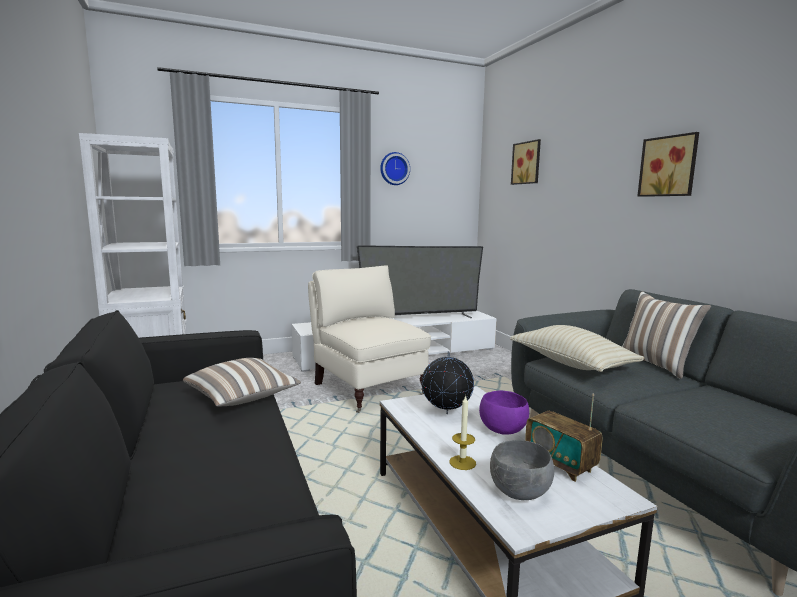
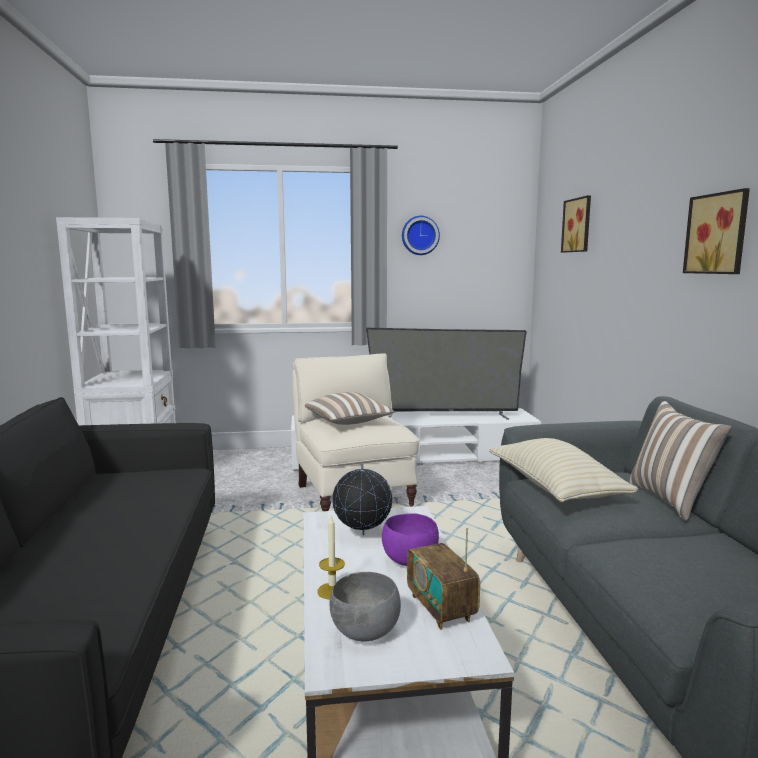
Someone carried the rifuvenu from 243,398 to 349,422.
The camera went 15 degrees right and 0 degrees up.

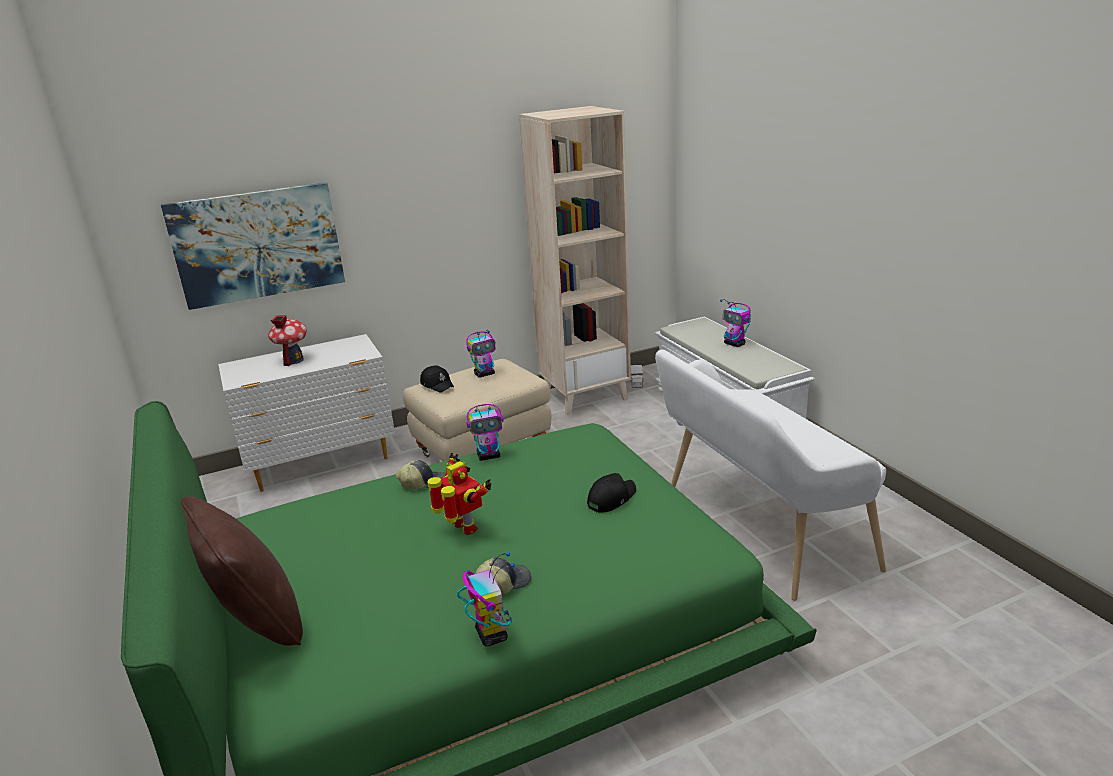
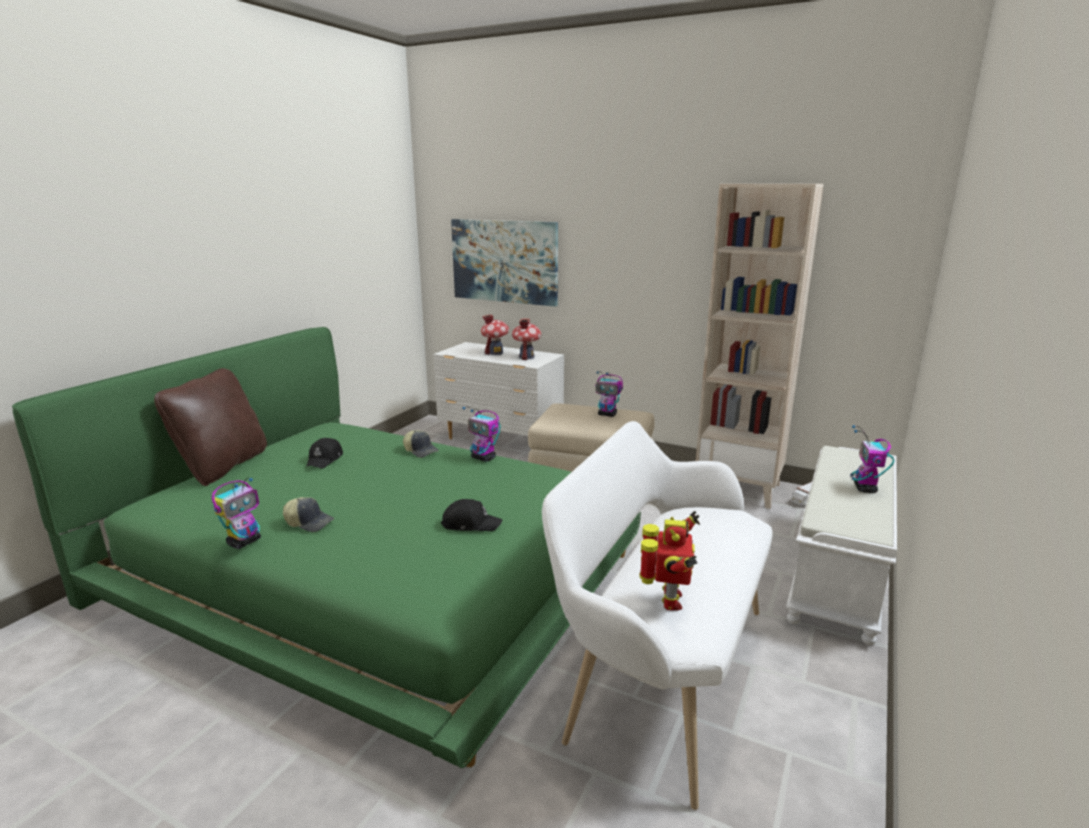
Someone carried the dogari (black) from 437,384 to 325,459.
Someone put down the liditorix at 526,357.
Someone carried the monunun from 463,529 to 668,601.
The camera went 50 degrees right and 5 degrees down.

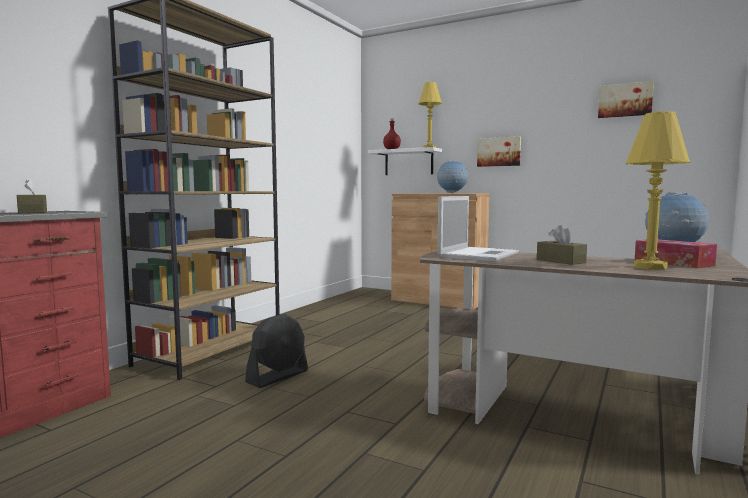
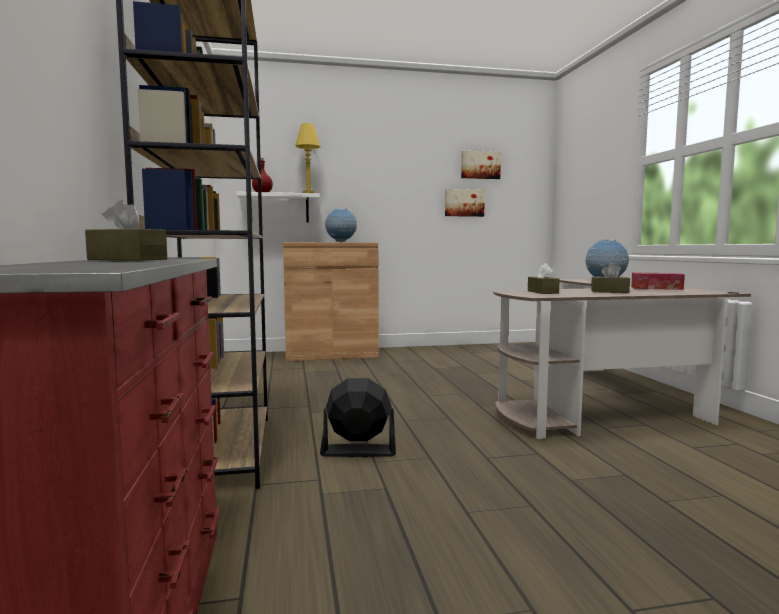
Someone rotated the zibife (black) at 278,376 by 90 degrees counterclockwise.
Someone carried the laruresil from 499,152 to 464,203.
Someone swapped the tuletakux at 479,255 for the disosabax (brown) at 542,292.
Someone took away the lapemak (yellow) at 650,267.
The camera went 40 degrees left and 0 degrees up.

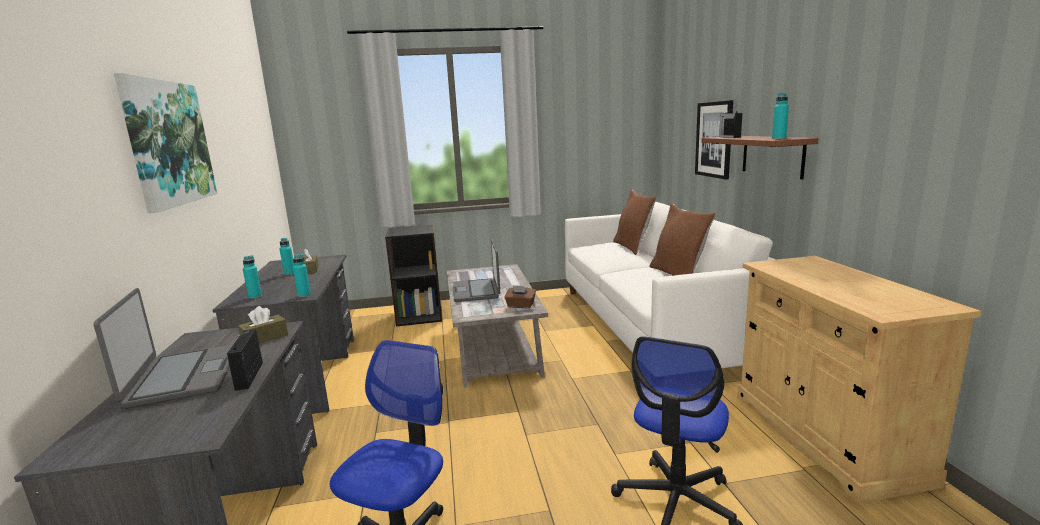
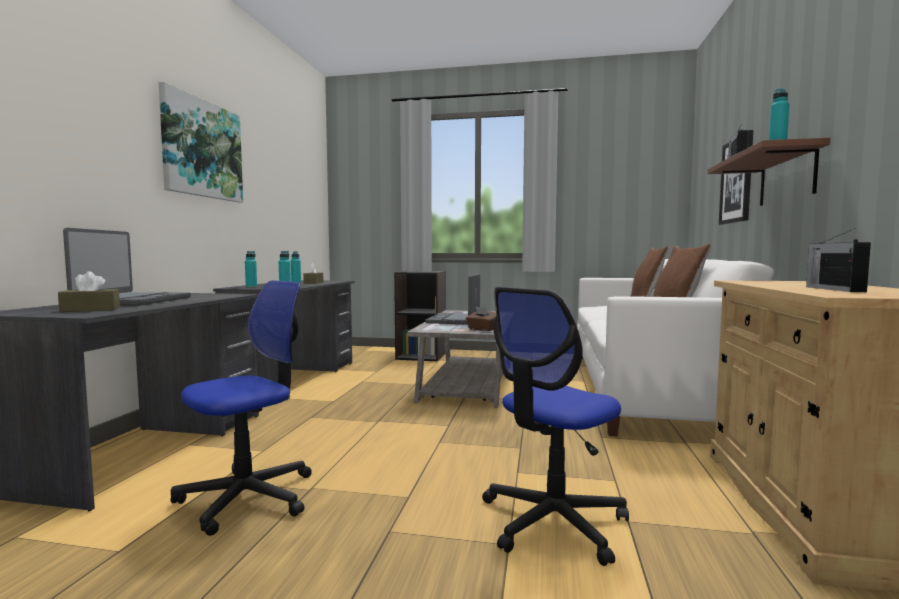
Someone carried the disosabax (brown) from 264,338 to 90,310.
Someone carried the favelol from 250,375 to 833,289.
The camera went 20 degrees right and 10 degrees down.

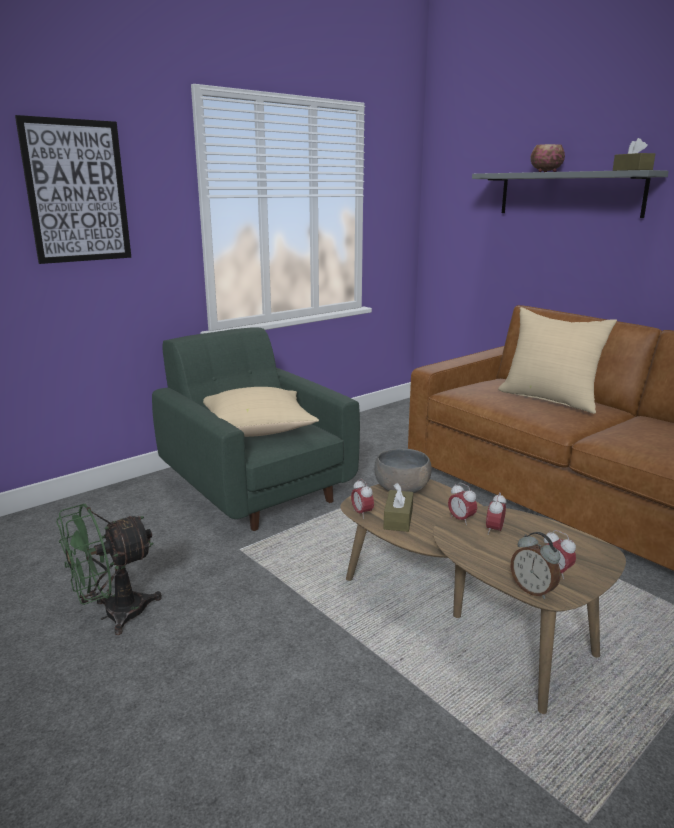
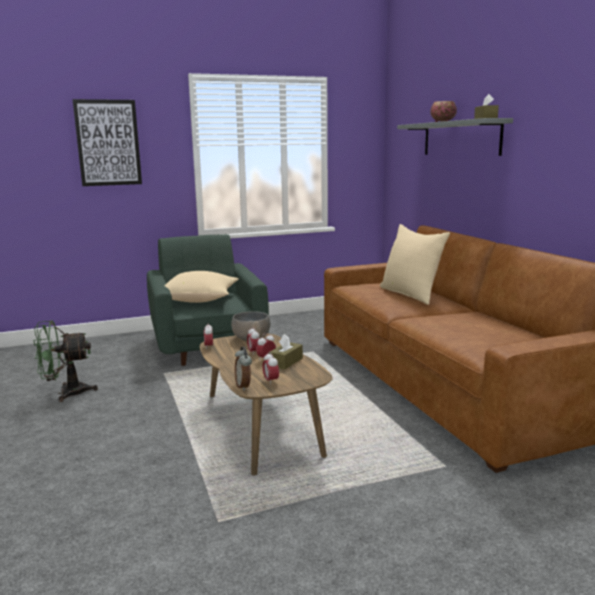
Someone carried the disosabax (brown) from 398,519 to 286,362.
The camera went 20 degrees right and 5 degrees down.

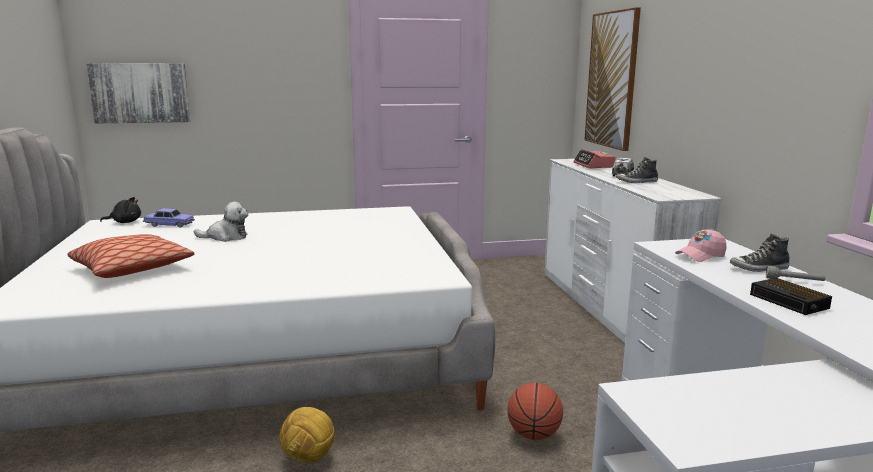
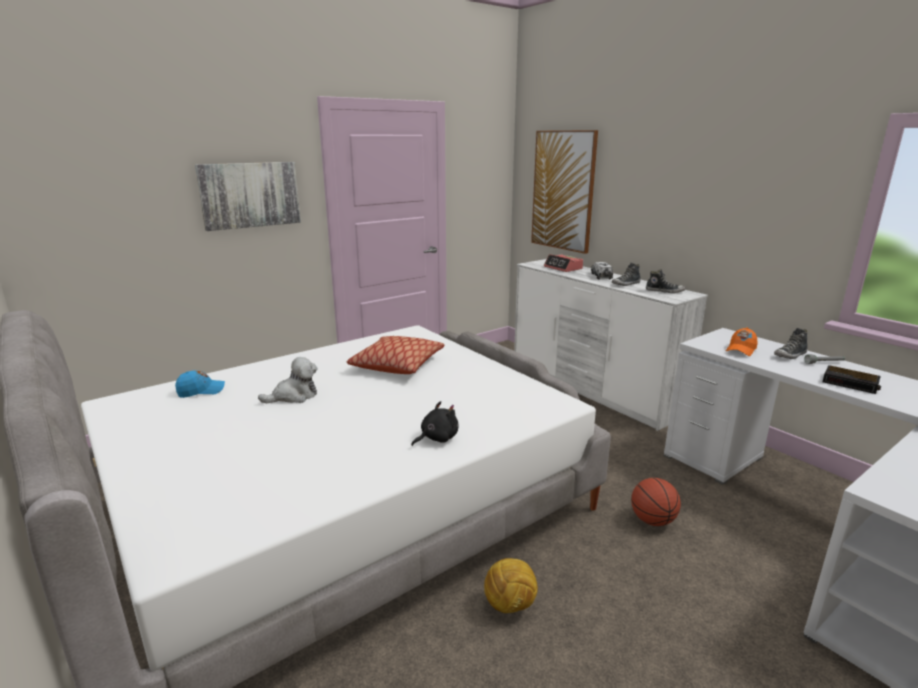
Someone swapped the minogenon at 169,225 for the dogari (blue) at 201,391.
Someone carried the laruresil from 140,93 to 250,195.
Someone carried the rifuvenu from 132,268 to 397,365.
Someone carried the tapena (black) from 125,222 to 437,438.
Someone put down the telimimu at 664,291.
Someone repainted the dogari (pink) at 700,256, which became the dogari (orange) at 741,350.
The camera went 25 degrees left and 5 degrees up.

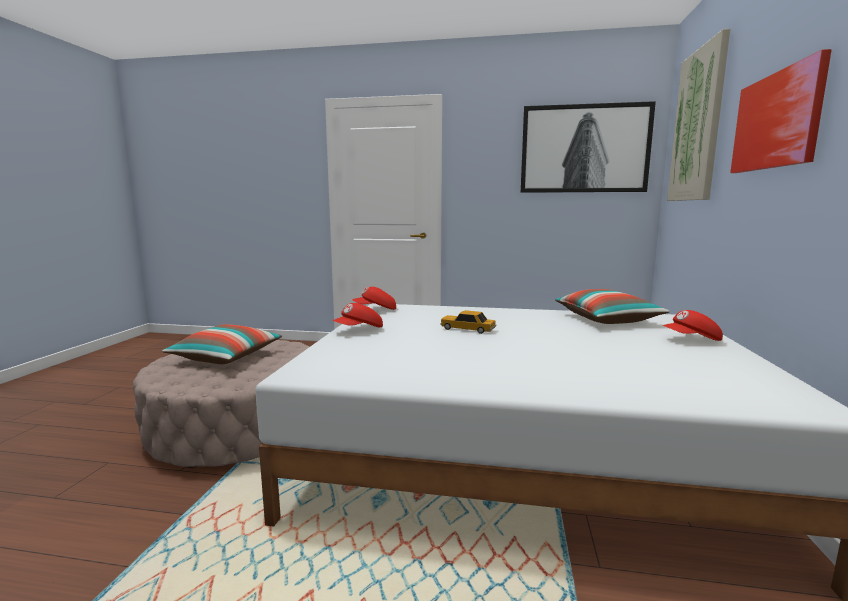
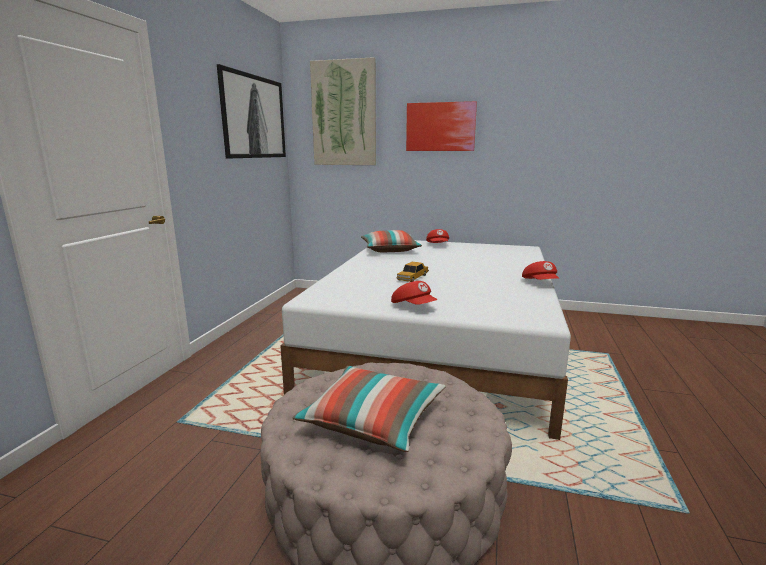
Someone carried the dogari (red) from 375,310 to 540,283.
The camera went 85 degrees left and 5 degrees up.

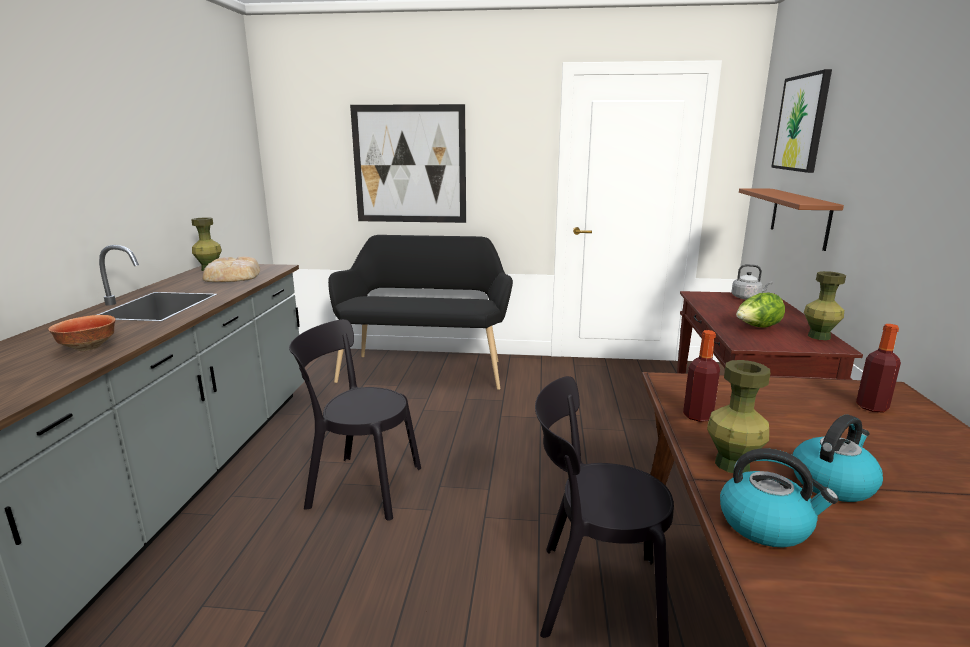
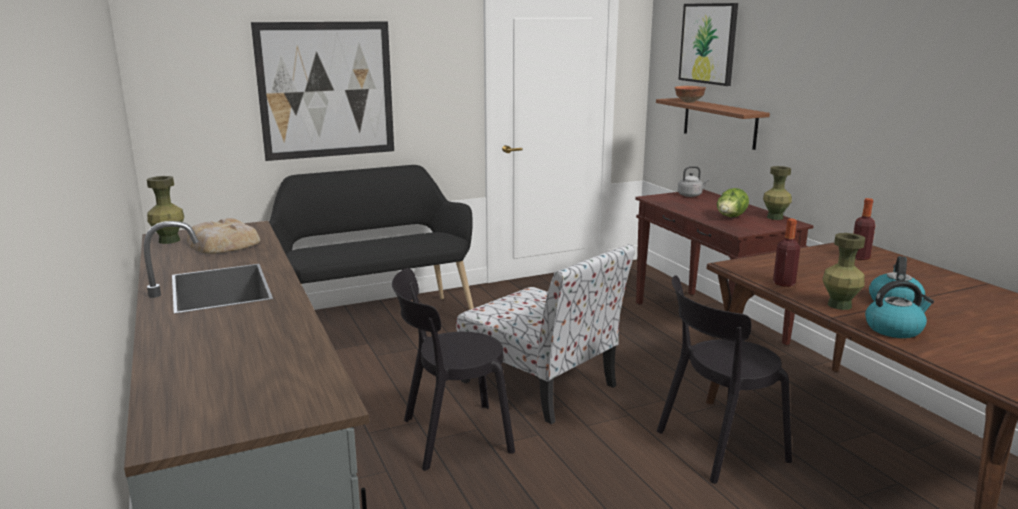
Someone put down the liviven at 541,385.
Someone carried the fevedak from 87,348 to 689,102.
The camera went 30 degrees left and 0 degrees up.

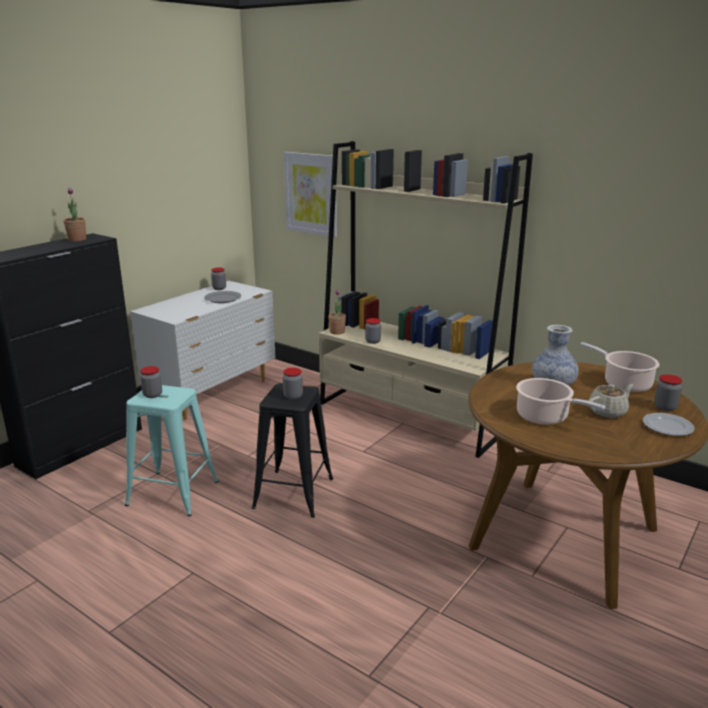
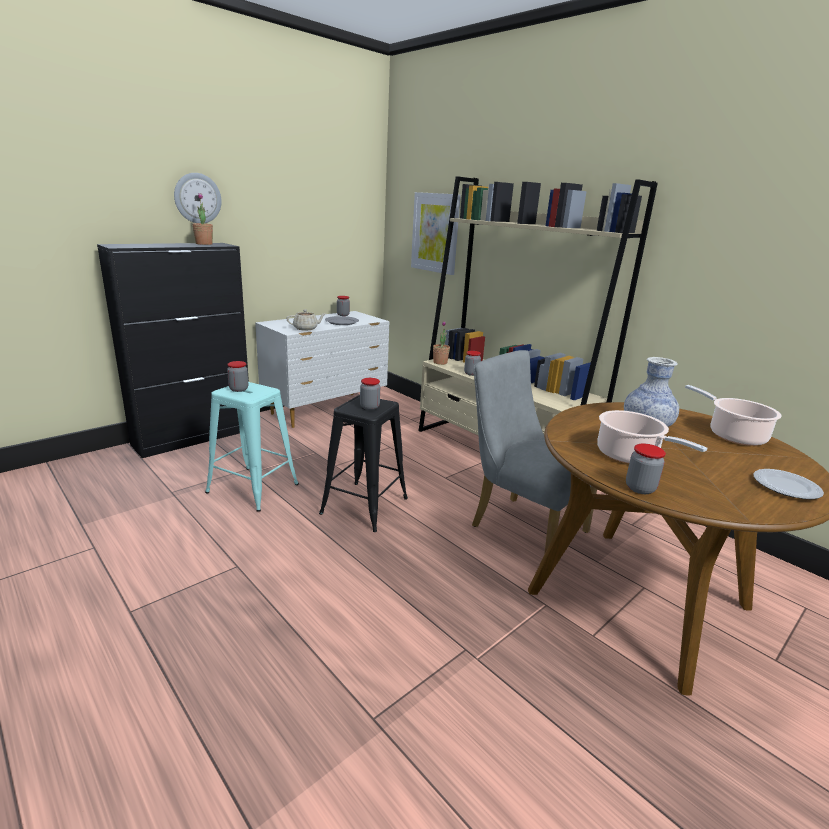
Someone put up the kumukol at 197,198.
Someone carried the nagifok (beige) from 608,412 to 306,328.
Someone put down the liviven (grey) at 521,526.
Someone carried the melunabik from 665,407 to 640,488.
The camera went 10 degrees right and 0 degrees up.

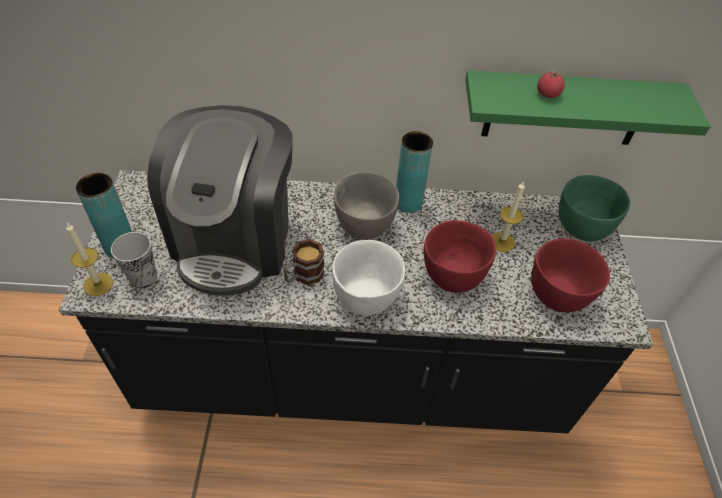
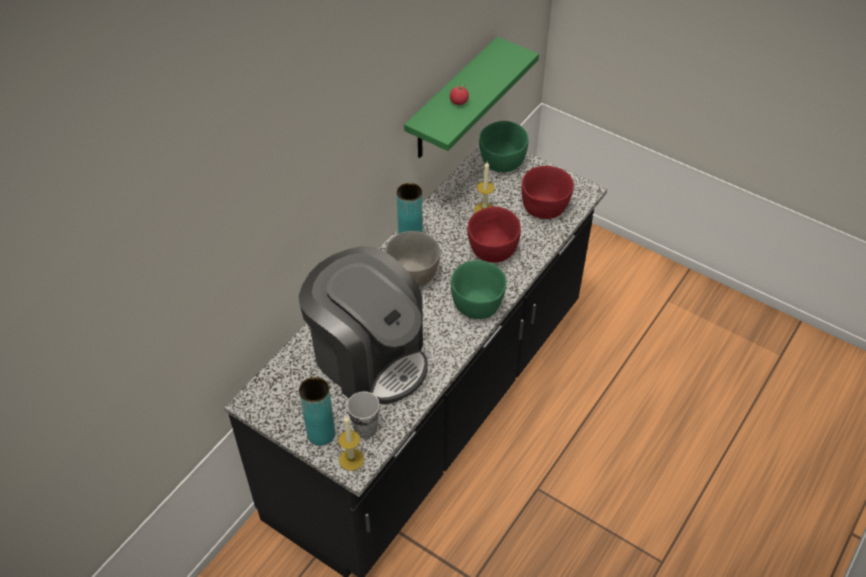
Someone repainted the fevedak (white) at 367,296, which became the fevedak (green) at 477,305.
Someone took away the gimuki at 303,276.
The camera went 55 degrees left and 0 degrees up.

